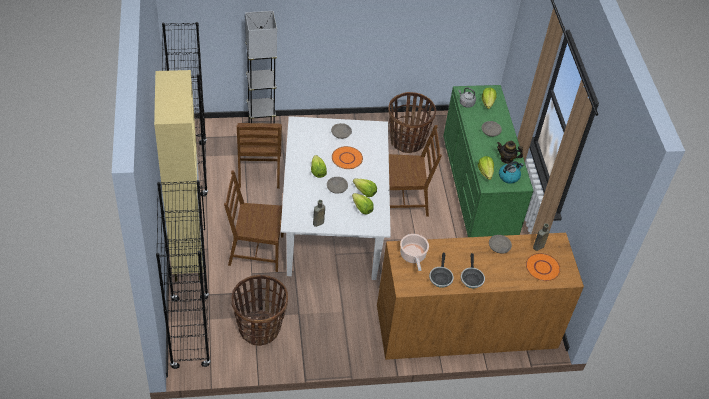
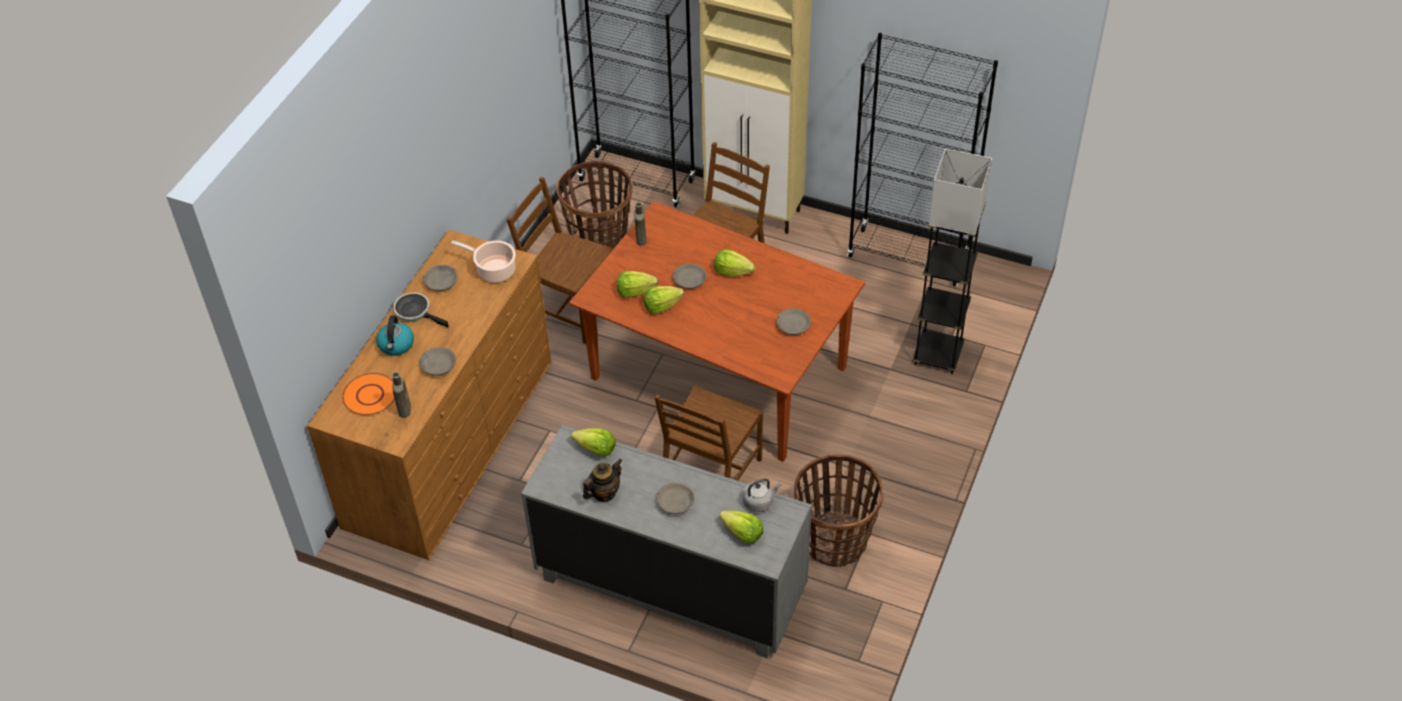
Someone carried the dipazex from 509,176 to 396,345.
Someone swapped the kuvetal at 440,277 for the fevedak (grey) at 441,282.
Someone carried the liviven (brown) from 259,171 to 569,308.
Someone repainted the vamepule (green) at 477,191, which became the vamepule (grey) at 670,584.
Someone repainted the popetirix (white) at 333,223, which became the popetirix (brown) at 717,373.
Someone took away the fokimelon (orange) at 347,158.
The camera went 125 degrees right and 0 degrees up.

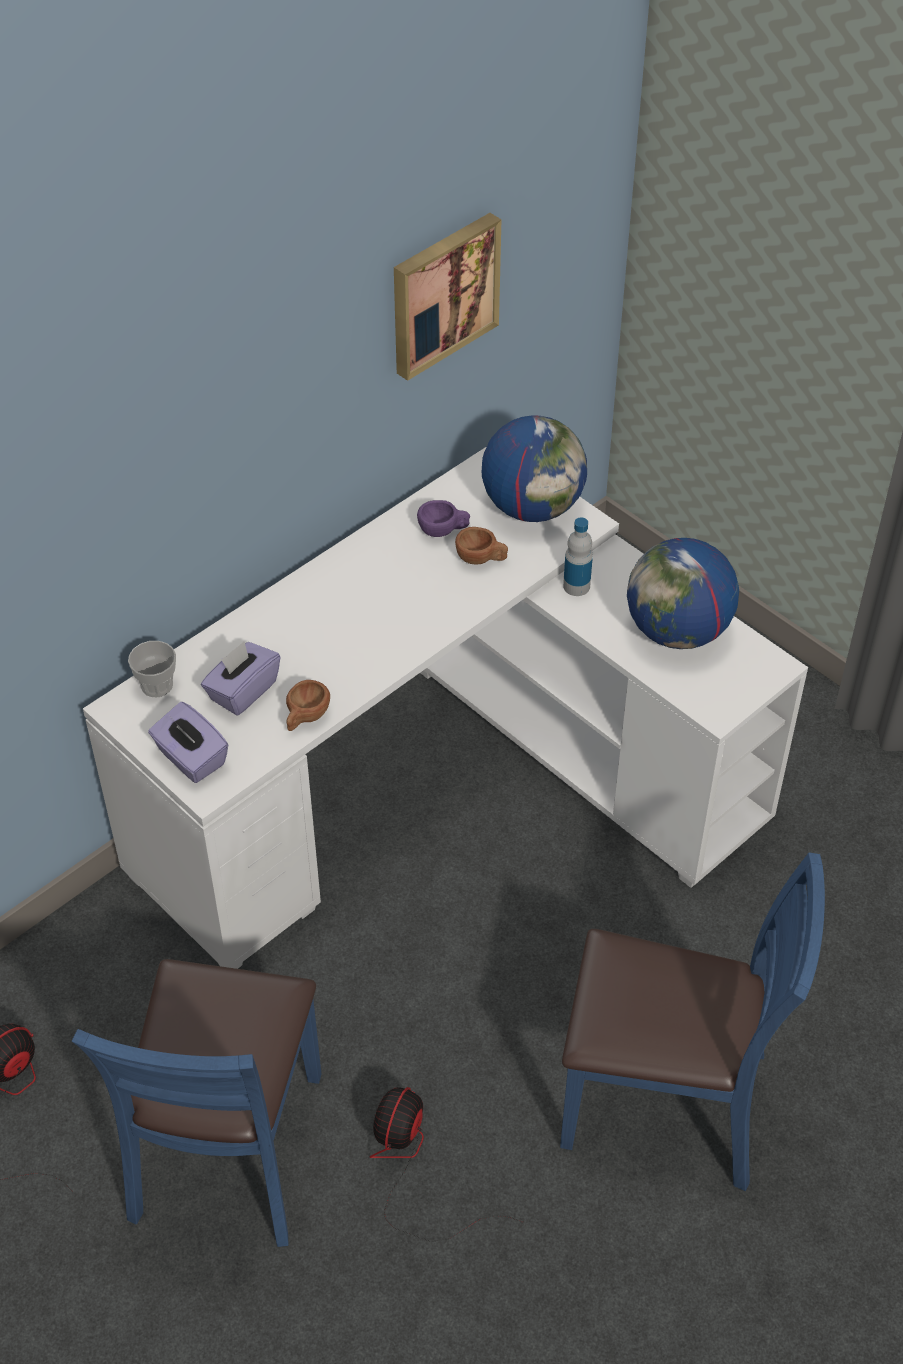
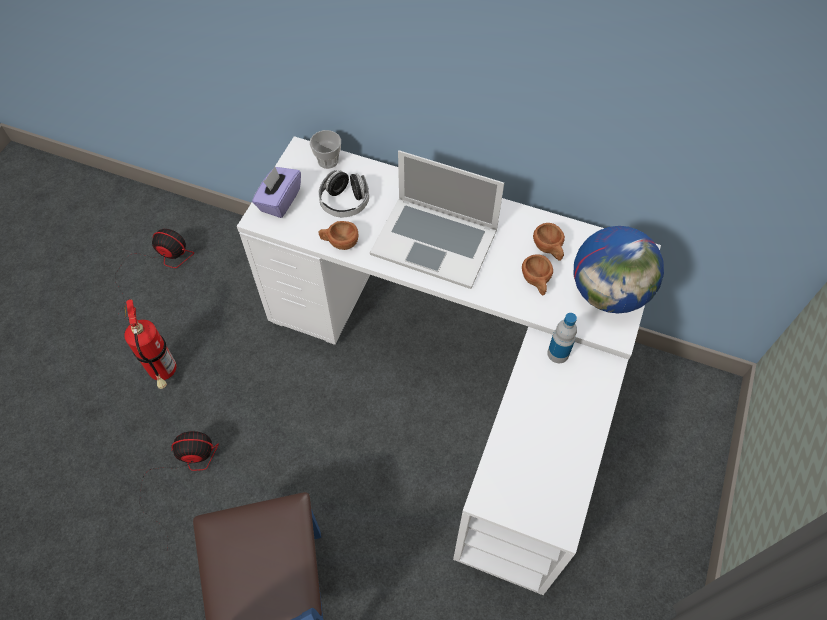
Someone swapped the liviven (blue) at 229,1150 for the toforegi at 164,373.
Someone swapped the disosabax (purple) at 243,691 for the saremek at 345,202.
Someone put down the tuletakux at 434,241.
Someone repainted the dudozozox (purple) at 443,530, which became the dudozozox (brown) at 549,249.
Someone took away the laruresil at 442,293.
Someone took away the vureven at 677,631.
The camera went 65 degrees right and 10 degrees up.

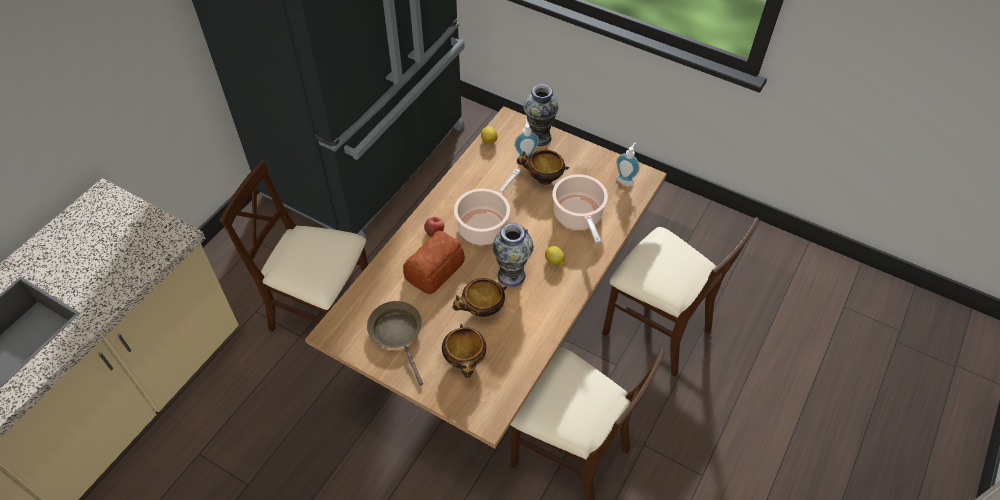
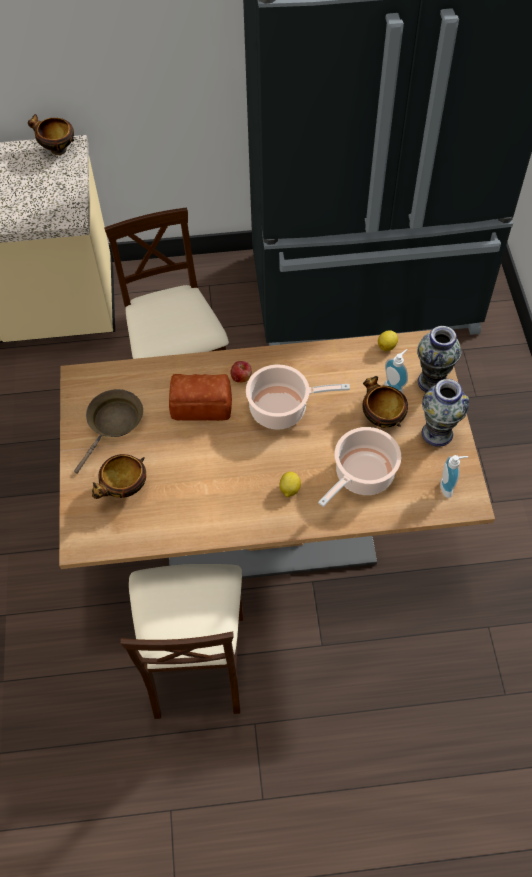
Someone carried the fevedak from 482,310 to 57,149.
Someone carried the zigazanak from 511,275 to 437,433.
Someone took away the liviven (beige) at 656,329.
The camera went 55 degrees right and 5 degrees up.

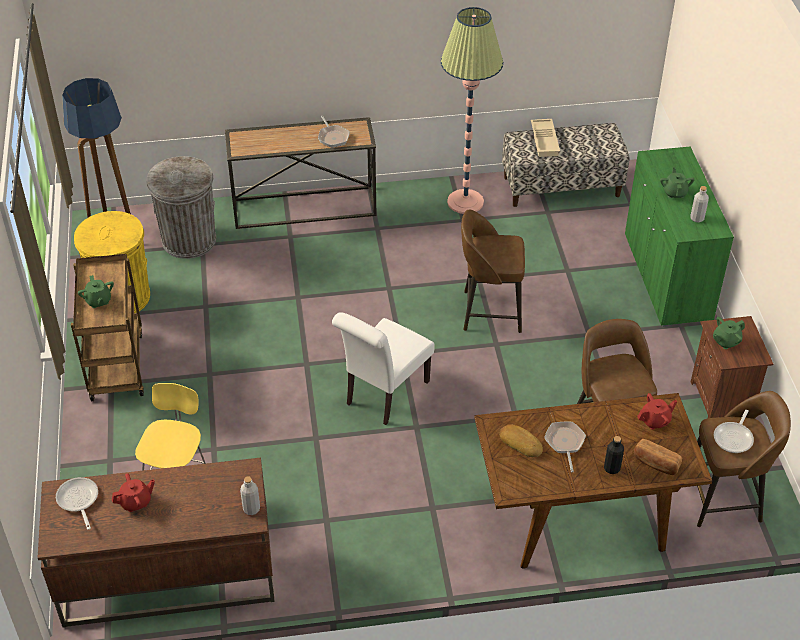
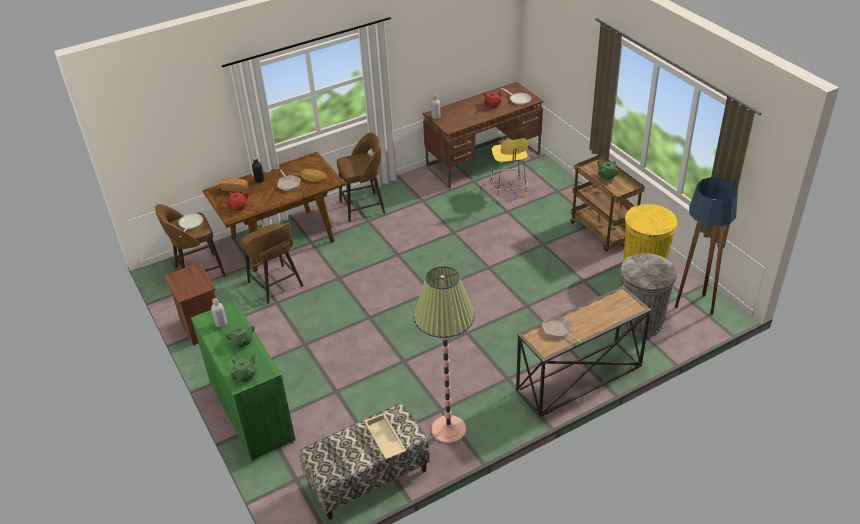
Someone carried the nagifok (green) from 726,341 to 245,376.
Someone carried the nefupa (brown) from 489,311 to 364,207.
Someone took away the liviven (white) at 383,395.
The camera went 160 degrees right and 5 degrees down.

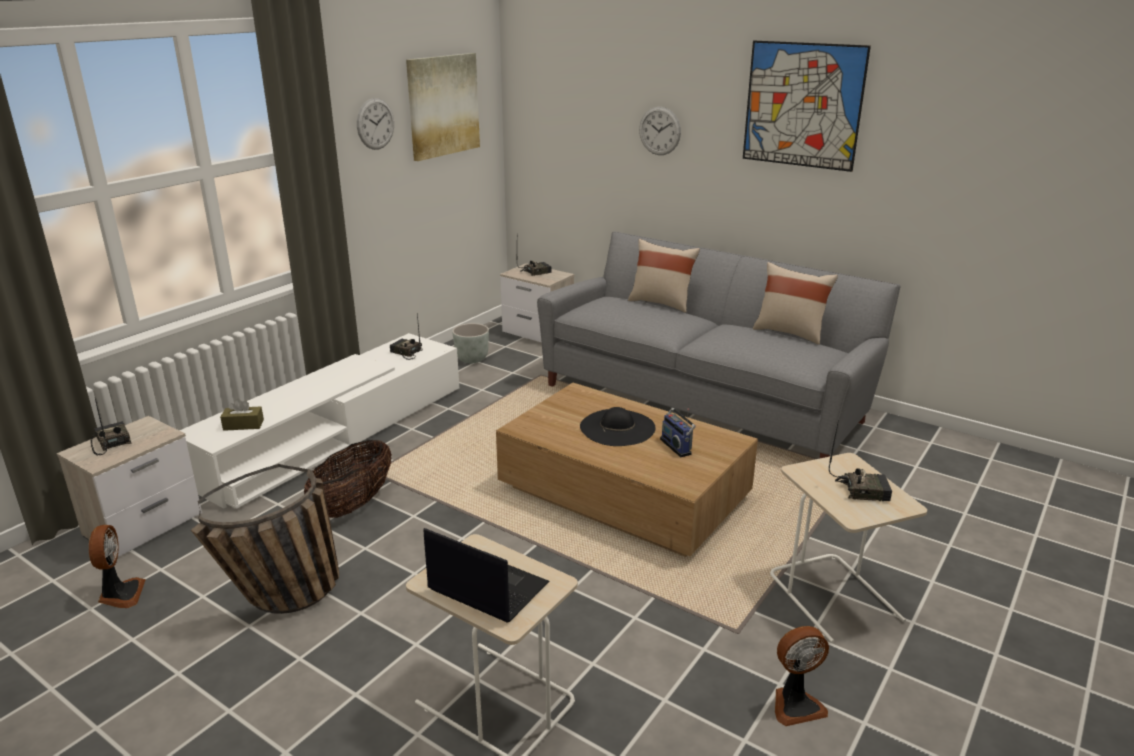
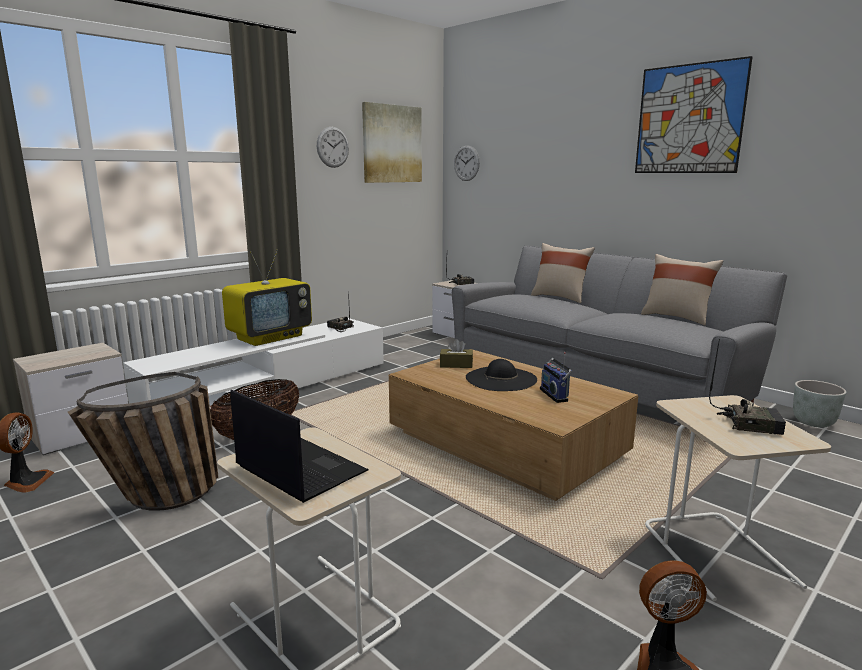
Someone put down the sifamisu at 270,337.
Someone carried the disosabax (brown) from 243,425 to 456,365.
Someone carried the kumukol from 659,131 to 466,163.
Someone carried the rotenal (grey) from 472,359 to 814,423.
Someone took away the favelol at 111,443.
The camera went 10 degrees right and 10 degrees down.

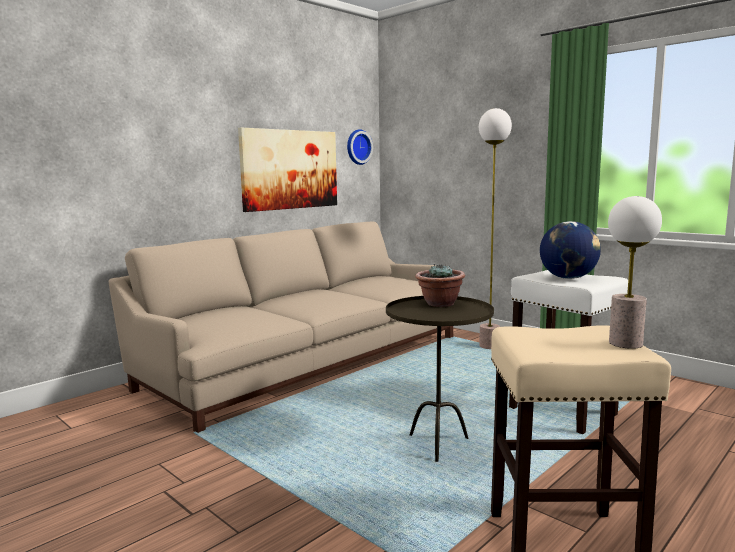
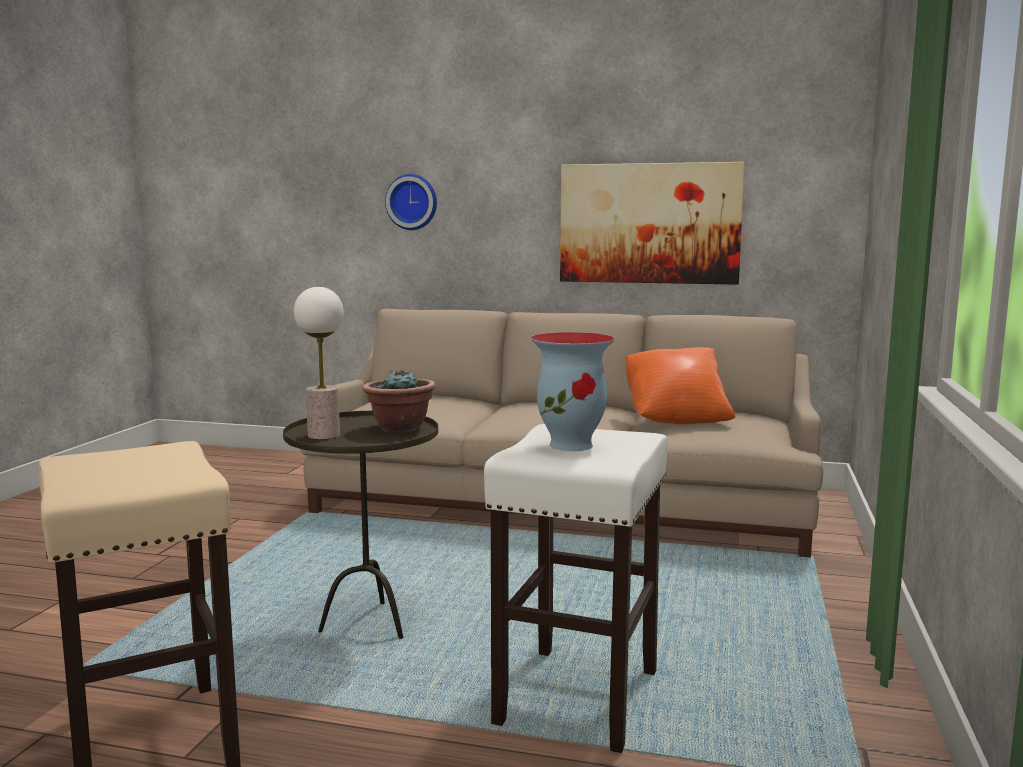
Someone carried the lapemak from 625,343 to 324,435.
Someone carried the kumukol from 357,147 to 412,202.
Someone swapped the vureven at 568,278 for the zigazanak at 572,445.
Someone put down the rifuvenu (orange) at 675,418.
Someone took away the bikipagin at 489,346.
The camera went 60 degrees right and 0 degrees up.

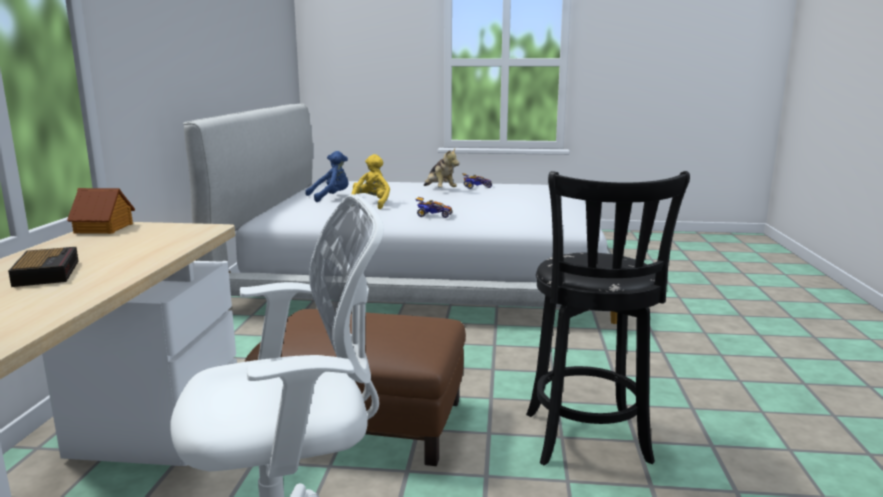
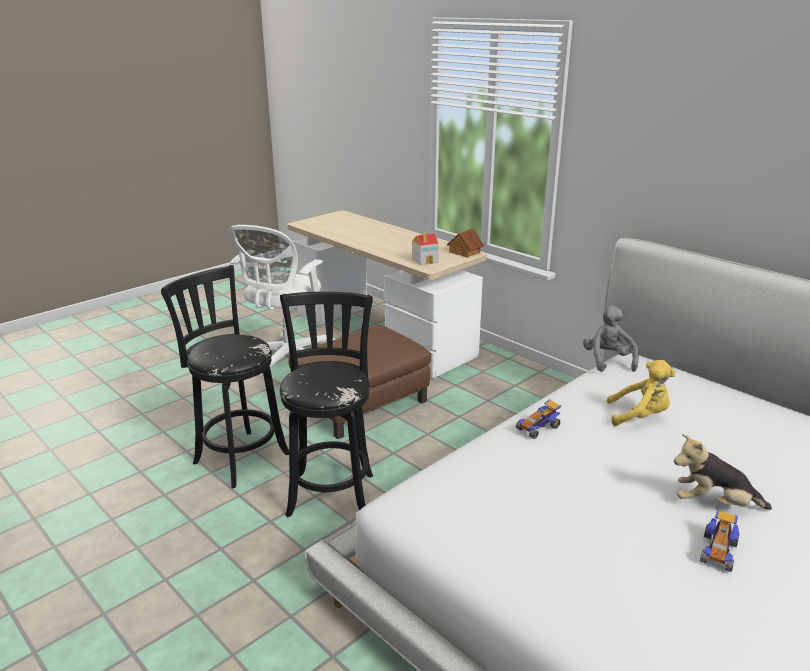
Someone put down the nefupa (black) at 331,491.
Someone put down the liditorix at 425,260.
Someone put down the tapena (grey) at 607,361.
Someone rotated the tapena (yellow) at 371,204 by 45 degrees counterclockwise.
Someone took away the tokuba at 47,272.
Someone took away the tapena (blue) at 331,197.
The camera went 130 degrees right and 10 degrees up.

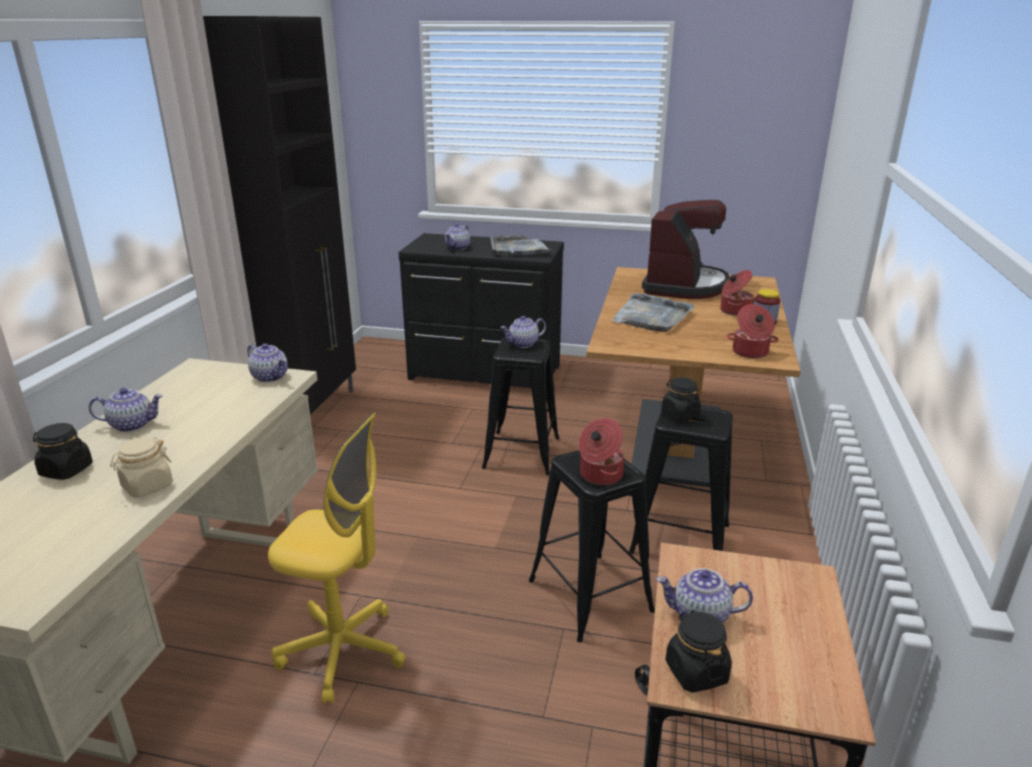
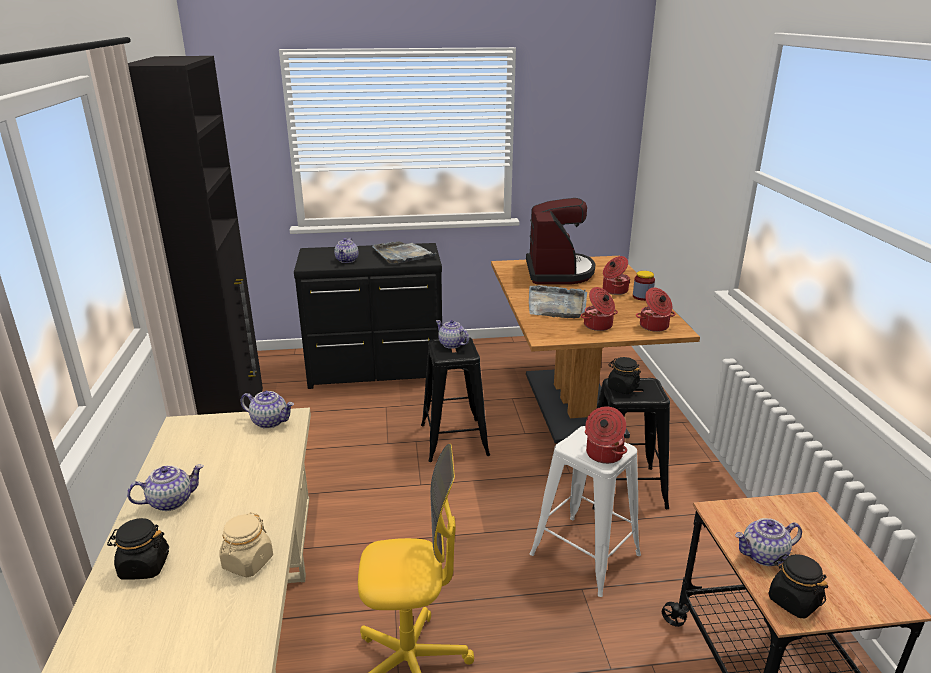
Someone rotated the nagifok at 523,344 by 90 degrees clockwise.
Someone repainted the nefupa (black) at 589,595, which became the nefupa (white) at 584,554.
Someone put down the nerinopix at 598,326.
The camera went 20 degrees left and 0 degrees up.

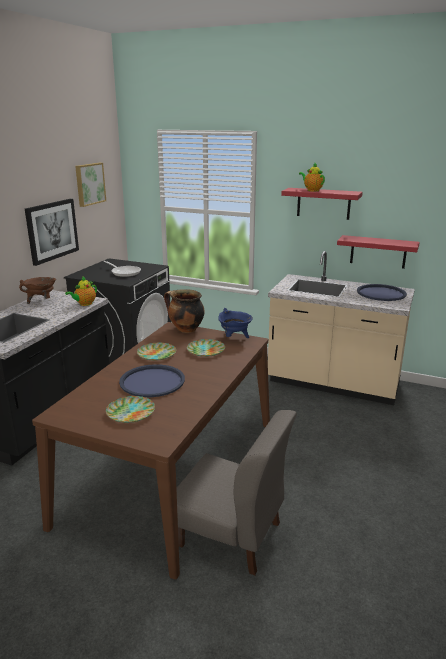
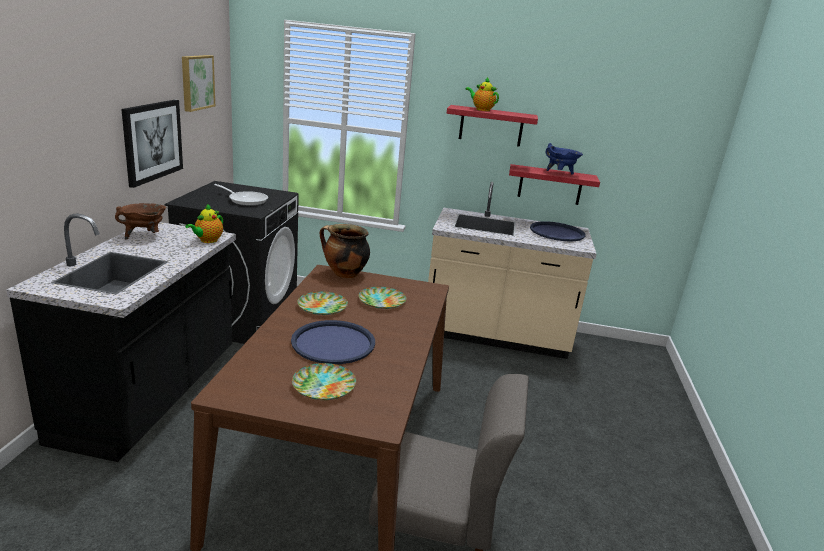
Someone carried the nerinopix (blue) from 234,338 to 560,174.
The camera went 15 degrees left and 0 degrees up.

